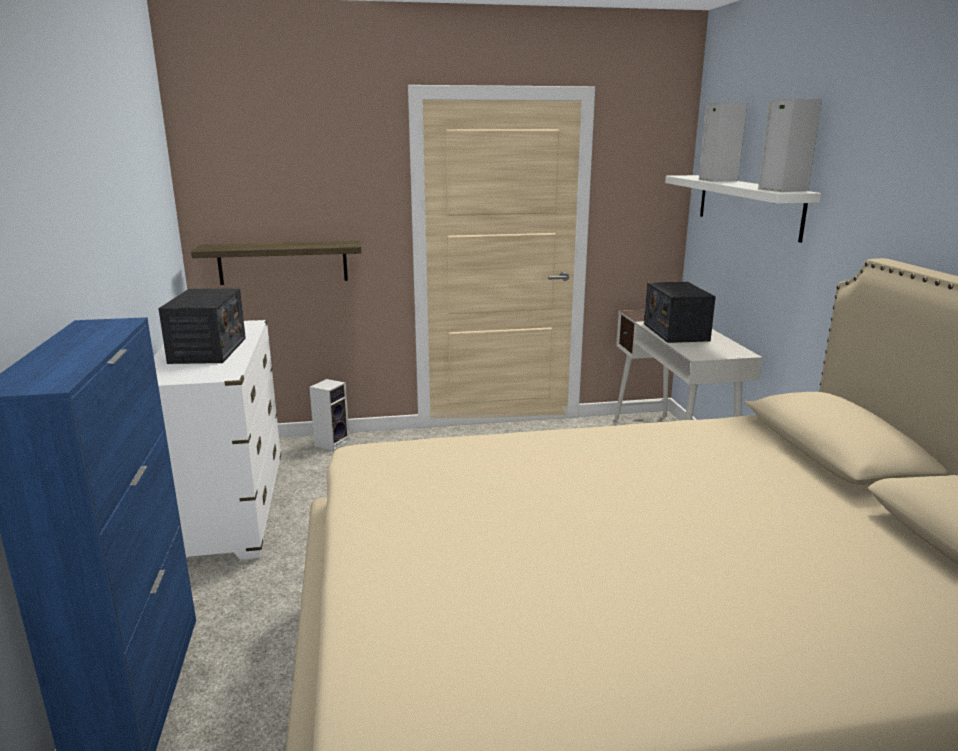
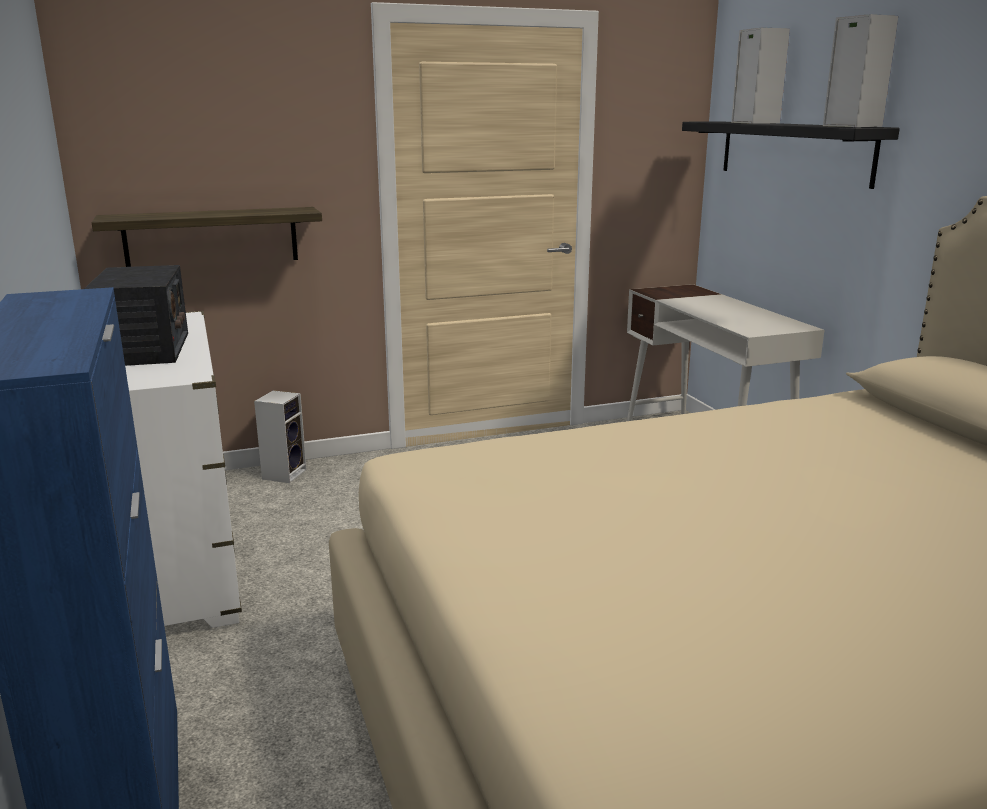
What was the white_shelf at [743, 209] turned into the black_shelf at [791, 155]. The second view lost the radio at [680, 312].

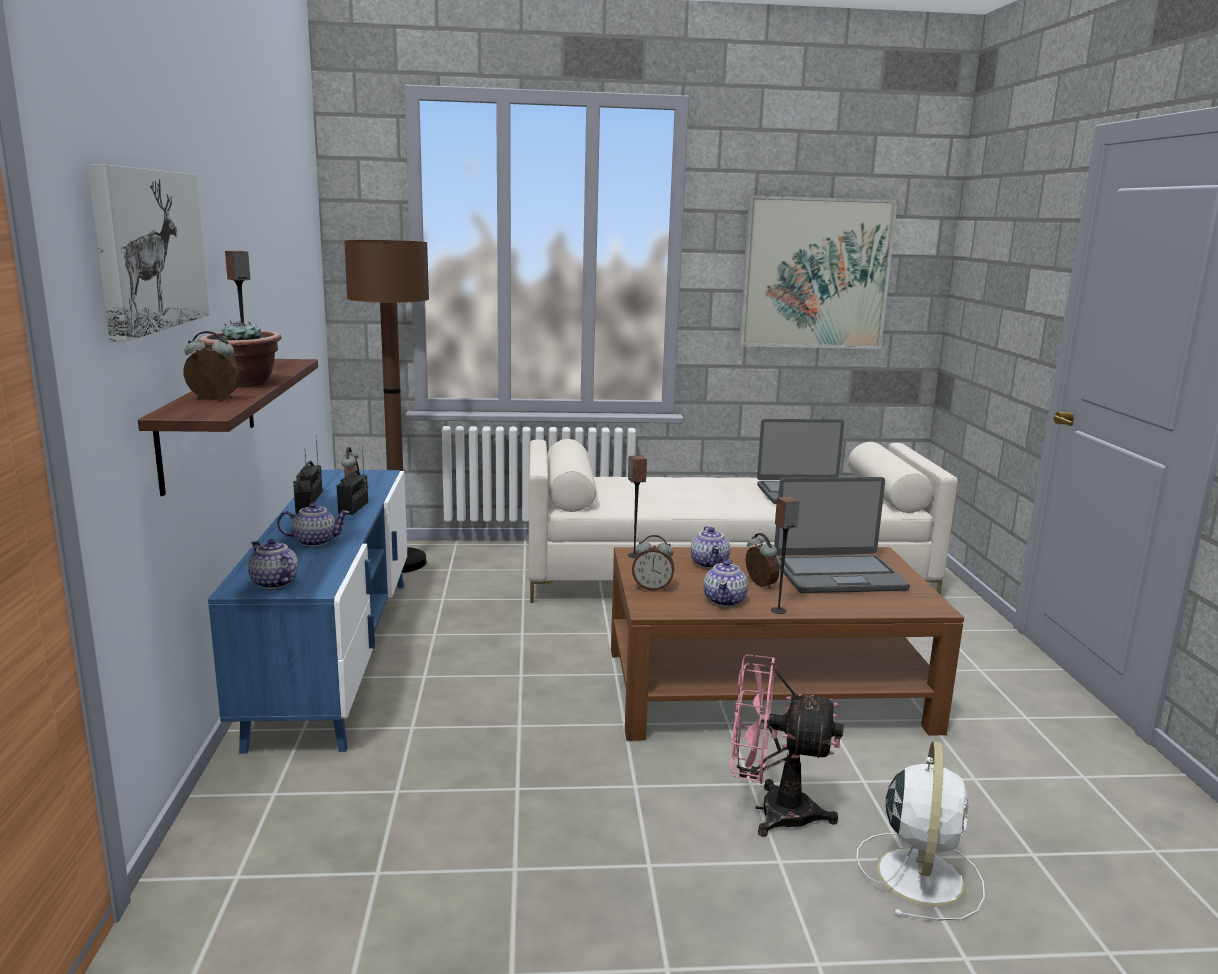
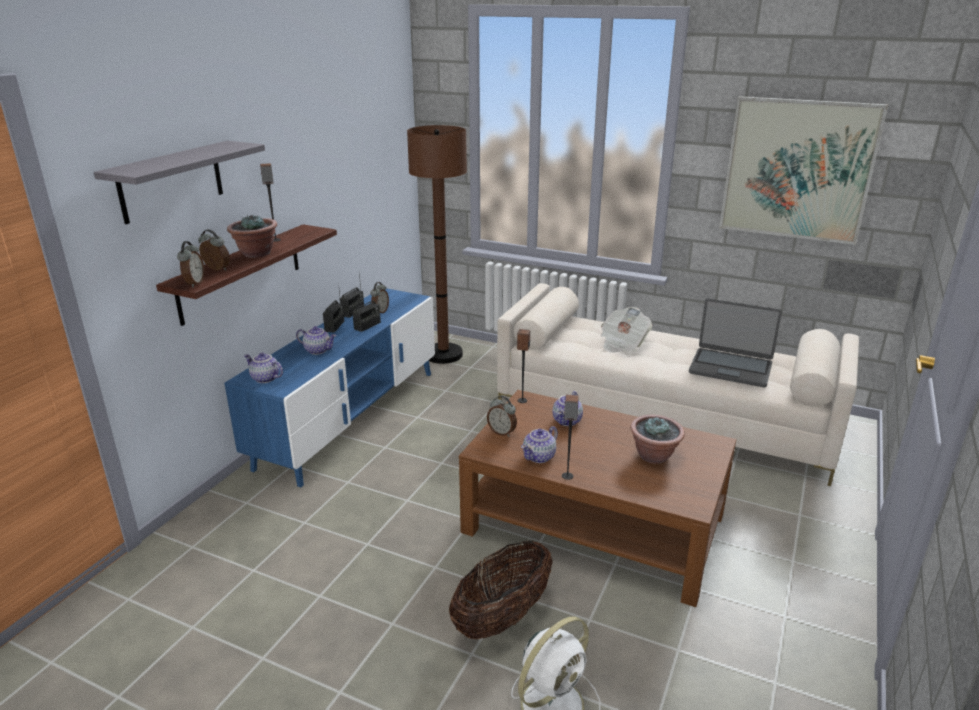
Where the picture hung at [148, 253], the grey_shelf came to hang at [179, 182]. The alarm_clock ended up elsewhere, having gone from [762, 561] to [191, 264]. The teapot at [273, 564] ended up facing another way, 45 degrees counterclockwise from before. Where the pink_fan stood at [787, 745], the basket came to stand at [501, 589]. The second view gained the newspaper at [626, 330]. Where the laptop stood at [842, 535], the potted_plant came to stand at [657, 439].

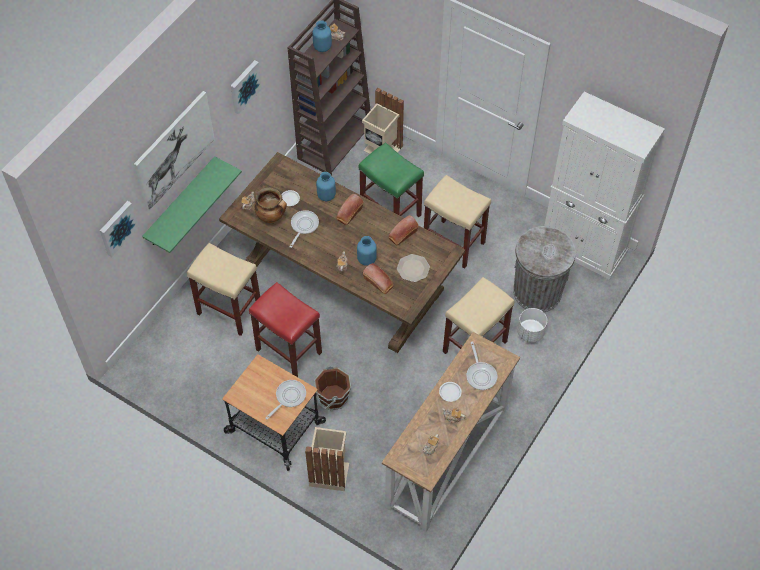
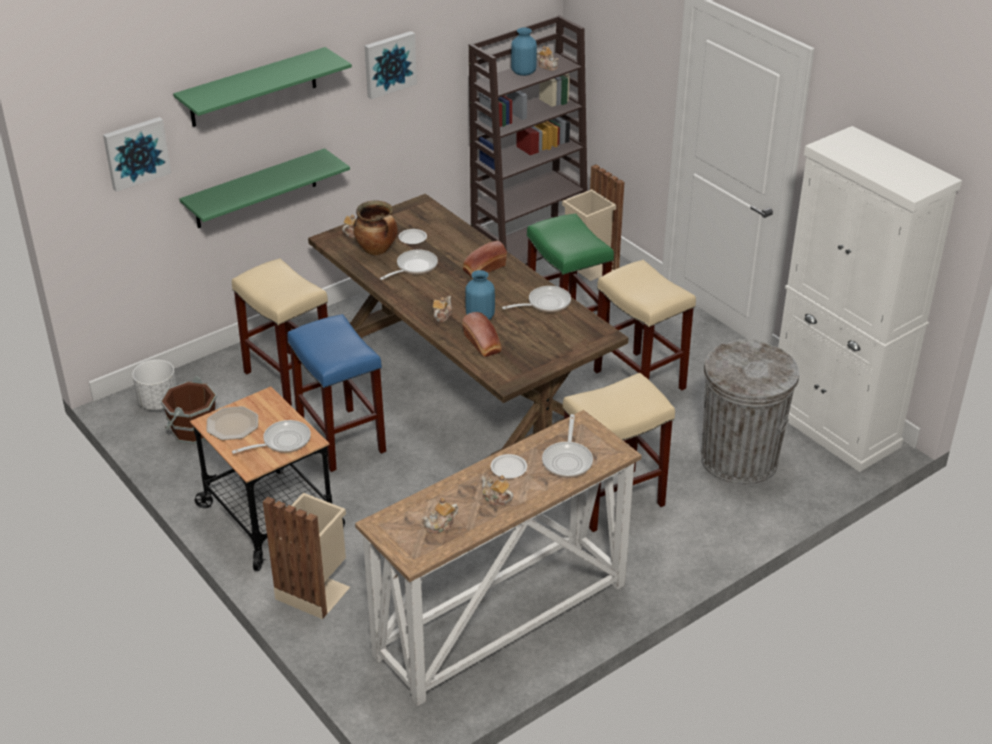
The white_planter ended up elsewhere, having gone from [532, 325] to [155, 385]. The brown_bucket ended up elsewhere, having gone from [332, 388] to [188, 410]. Where the picture hung at [174, 151], the green_shelf came to hang at [262, 87]. The plate ended up elsewhere, having gone from [413, 268] to [232, 423]. What was the red_stool at [285, 329] turned into the blue_stool at [336, 393]. Where the bread stood at [403, 230], the frying_pan came to stand at [536, 299]. The second view lost the blue_vase at [326, 186].

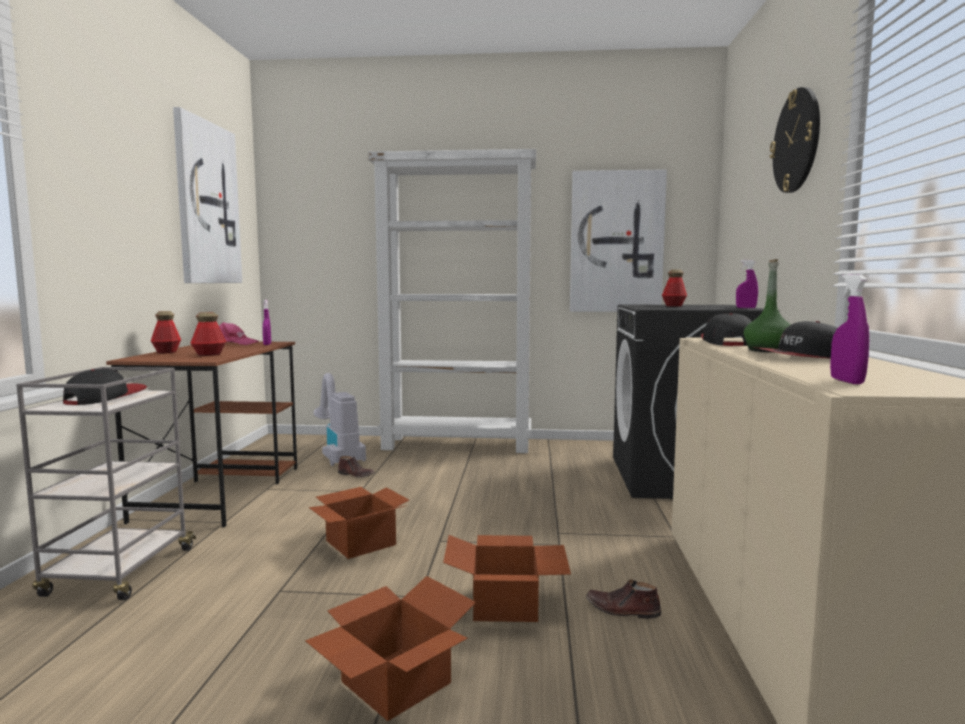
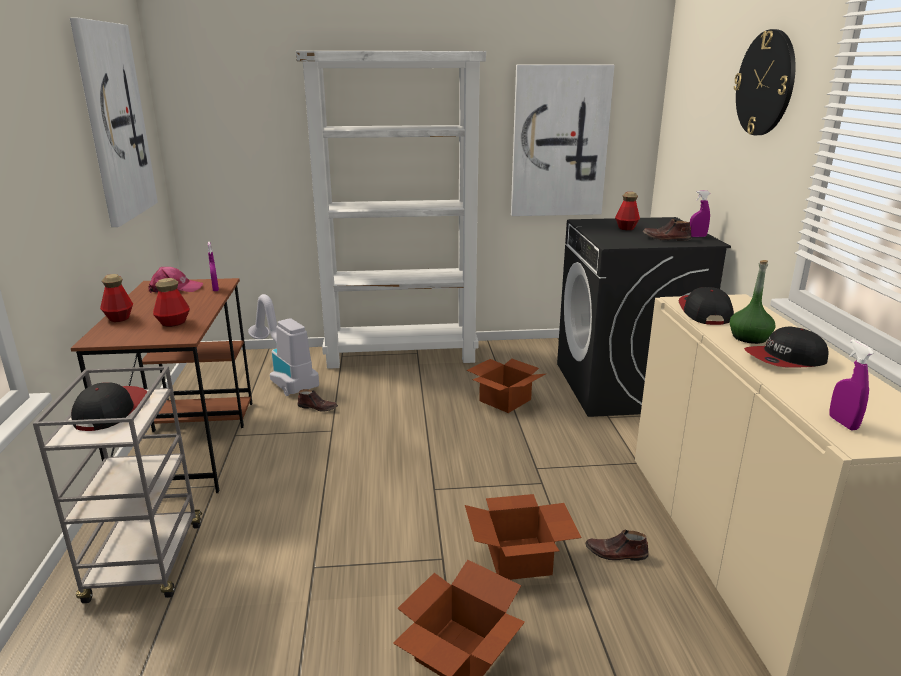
The cardboard_box ended up elsewhere, having gone from [359, 523] to [506, 386]. The second view gained the brown_shoe at [667, 230].

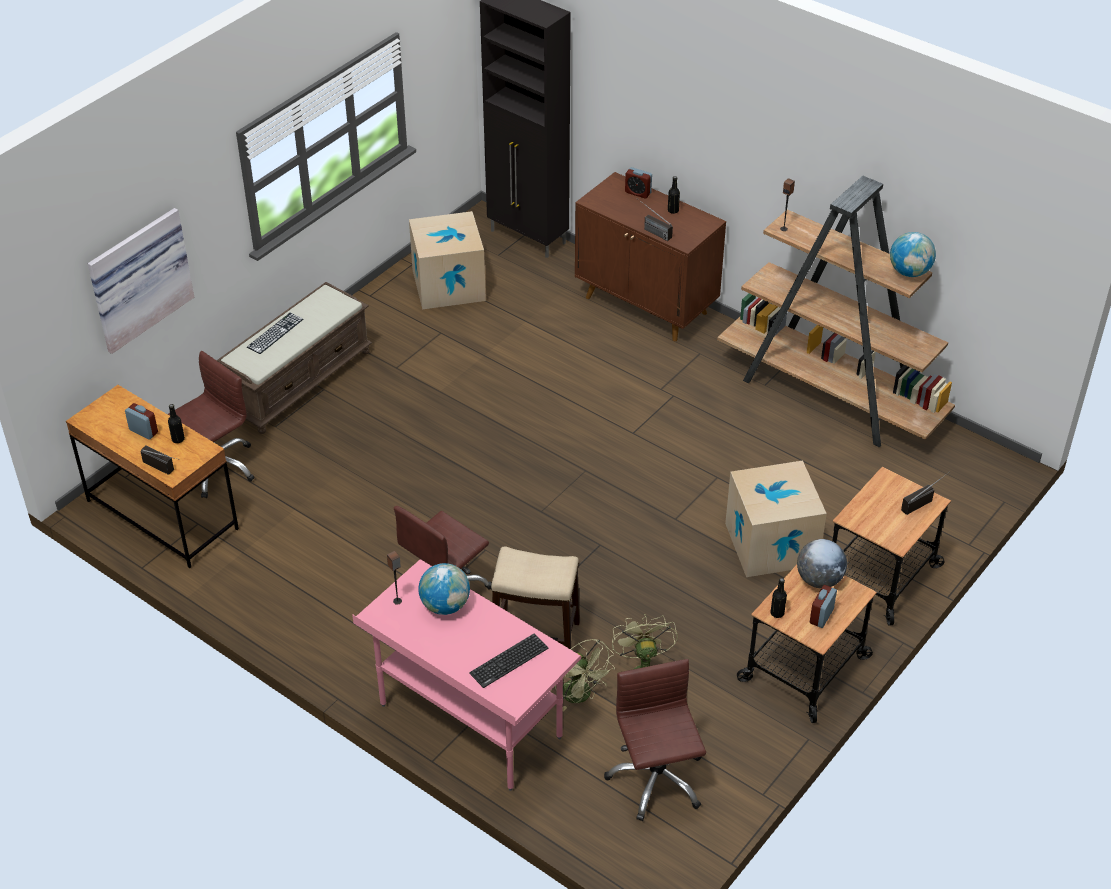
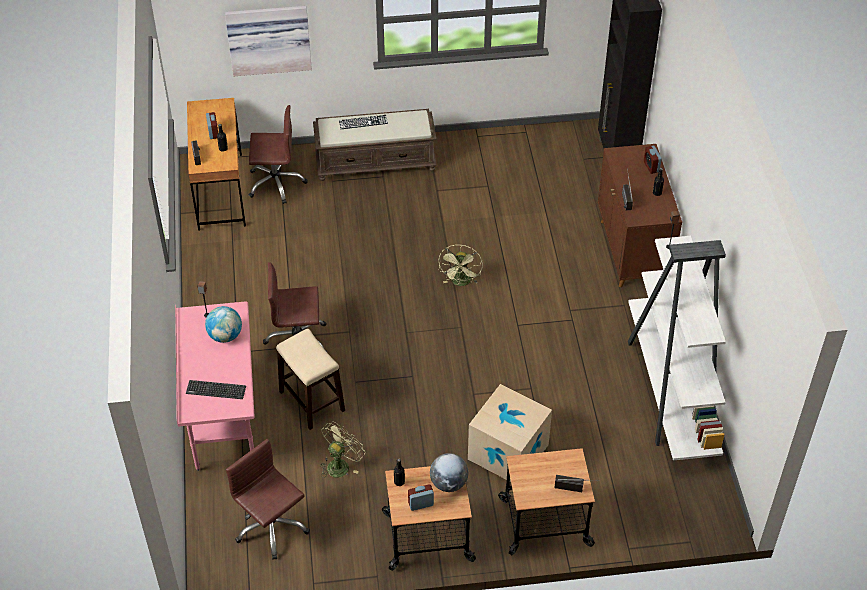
The brown_office_chair at [655, 740] ended up facing another way, 75 degrees counterclockwise from before. The green_fan ended up elsewhere, having gone from [585, 675] to [461, 265]. What was the brown_bookcase at [836, 311] turned into the white_bookcase at [677, 348]. The second view lost the cardboard_box at [447, 260]. The second view lost the globe at [913, 254].

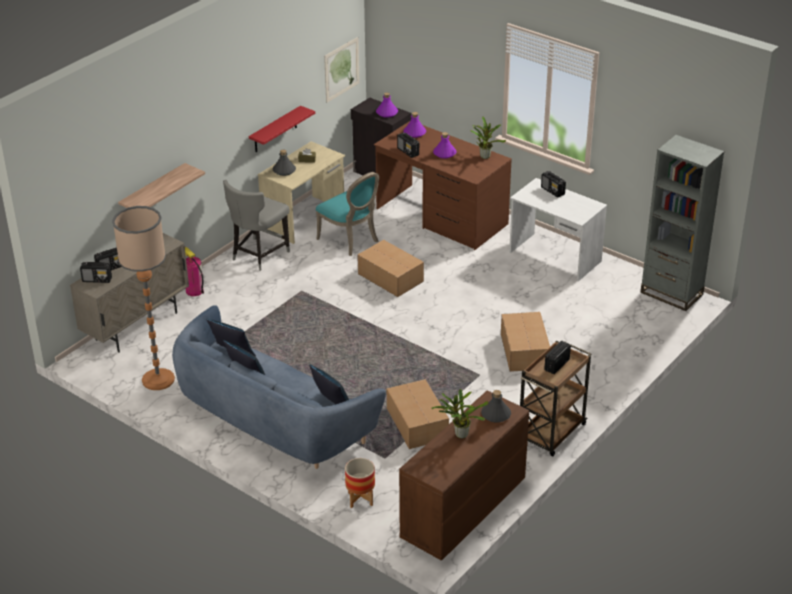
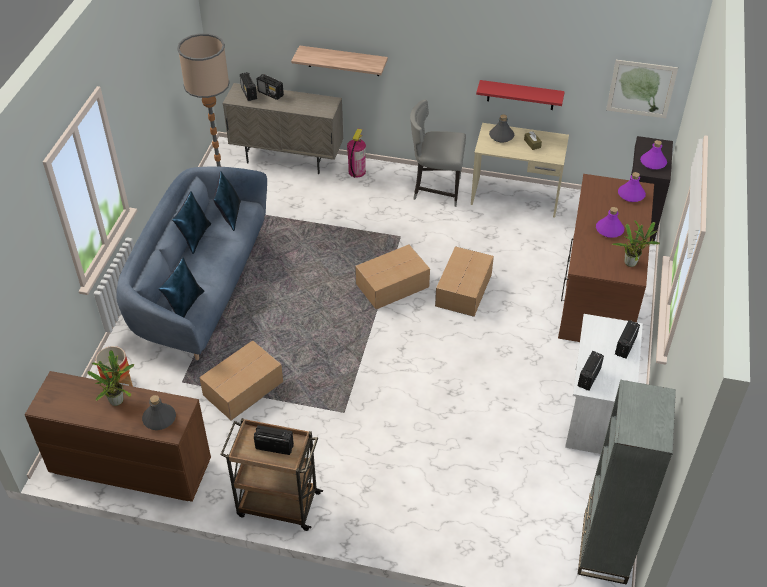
The cardboard_box ended up elsewhere, having gone from [525, 342] to [392, 276]. The radio ended up elsewhere, having gone from [408, 145] to [591, 371]. The second view lost the turquoise_chair at [347, 214].

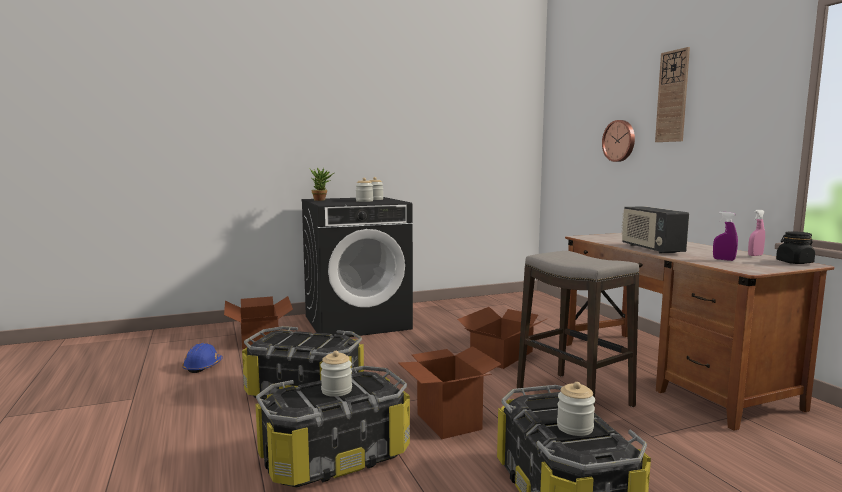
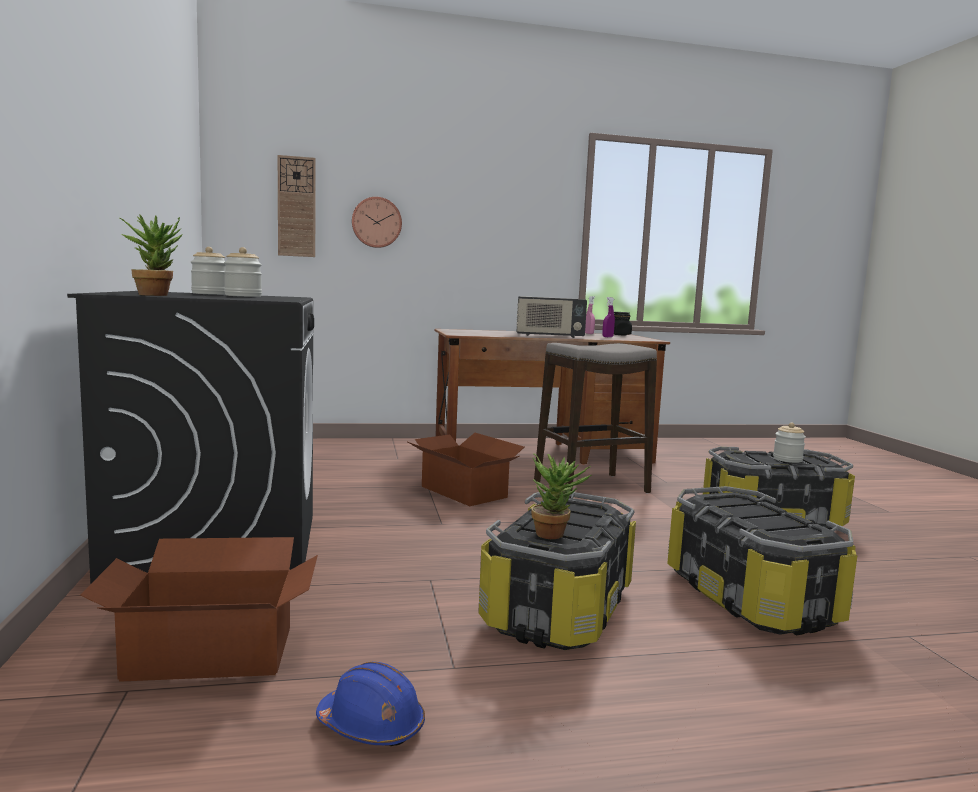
The wall_clock ended up elsewhere, having gone from [672, 94] to [297, 206]. The second view gained the potted_plant at [561, 496]. The second view lost the jar at [336, 374]. The second view lost the cardboard_box at [450, 392].

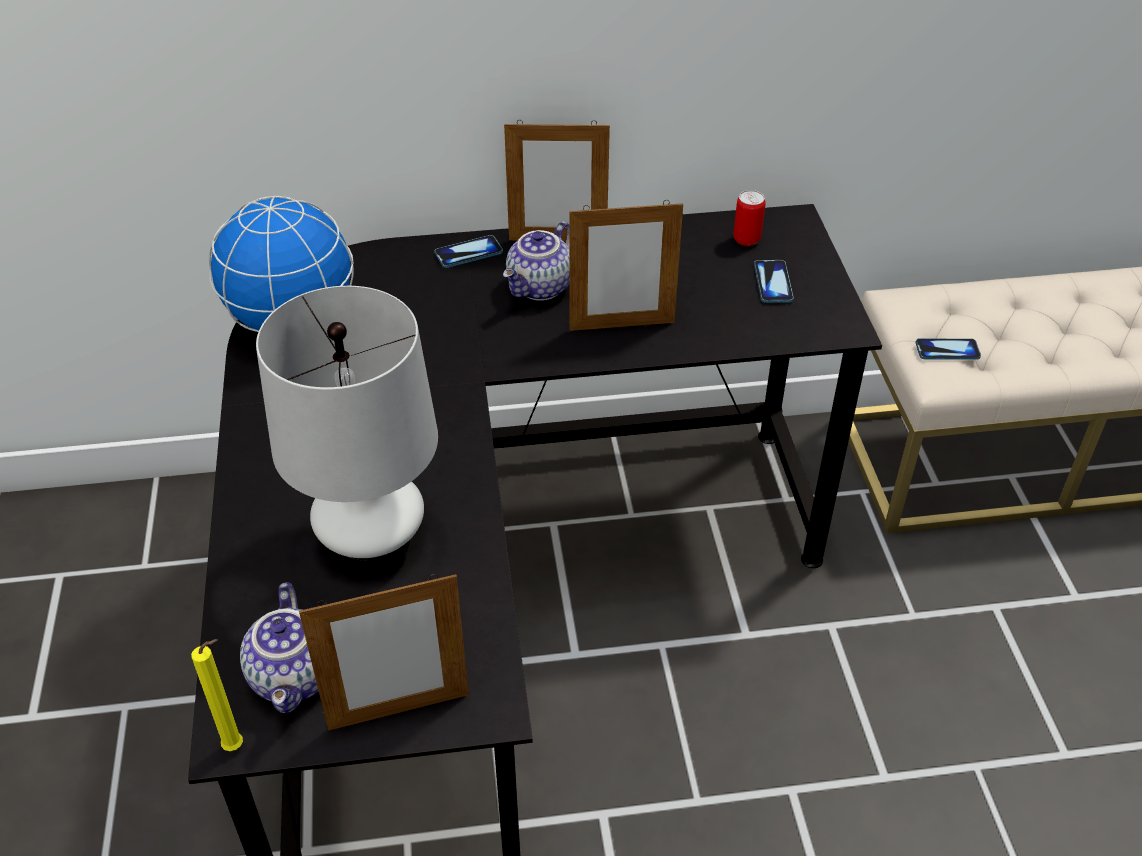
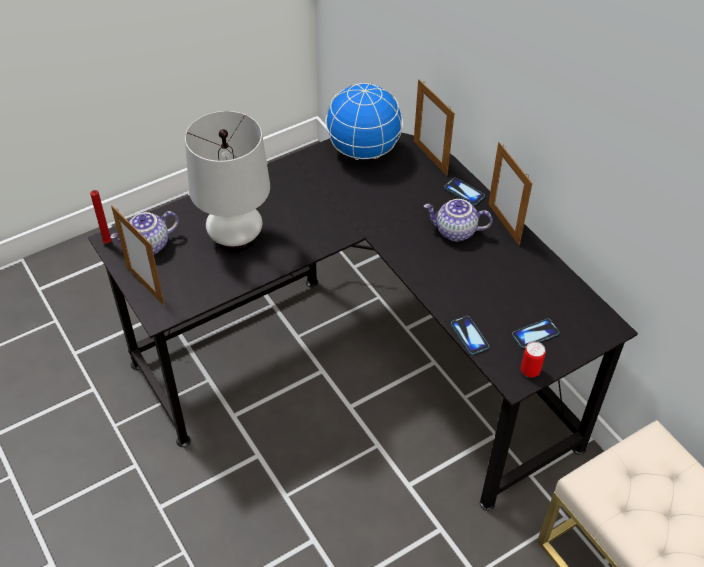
What was the yellow_candle at [217, 695] turned into the red_candle at [101, 216]. The picture_frame ended up elsewhere, having gone from [626, 265] to [434, 127]. The phone ended up elsewhere, having gone from [948, 348] to [470, 335]. The can ended up elsewhere, having gone from [749, 218] to [533, 359].

